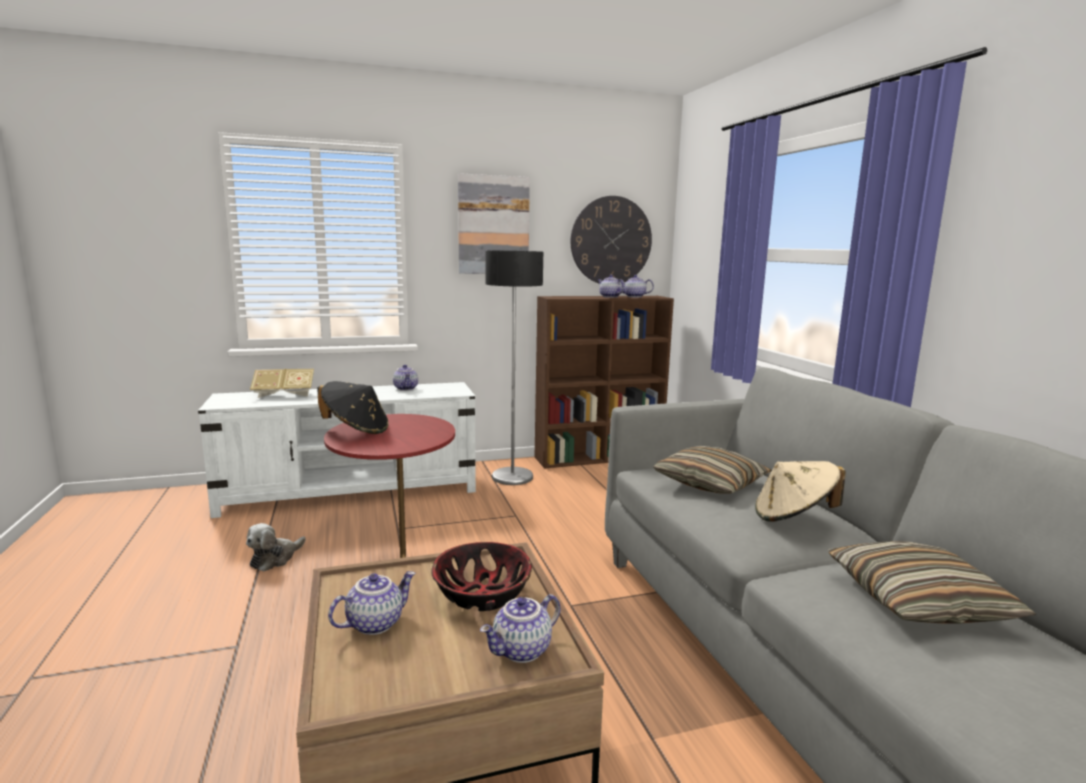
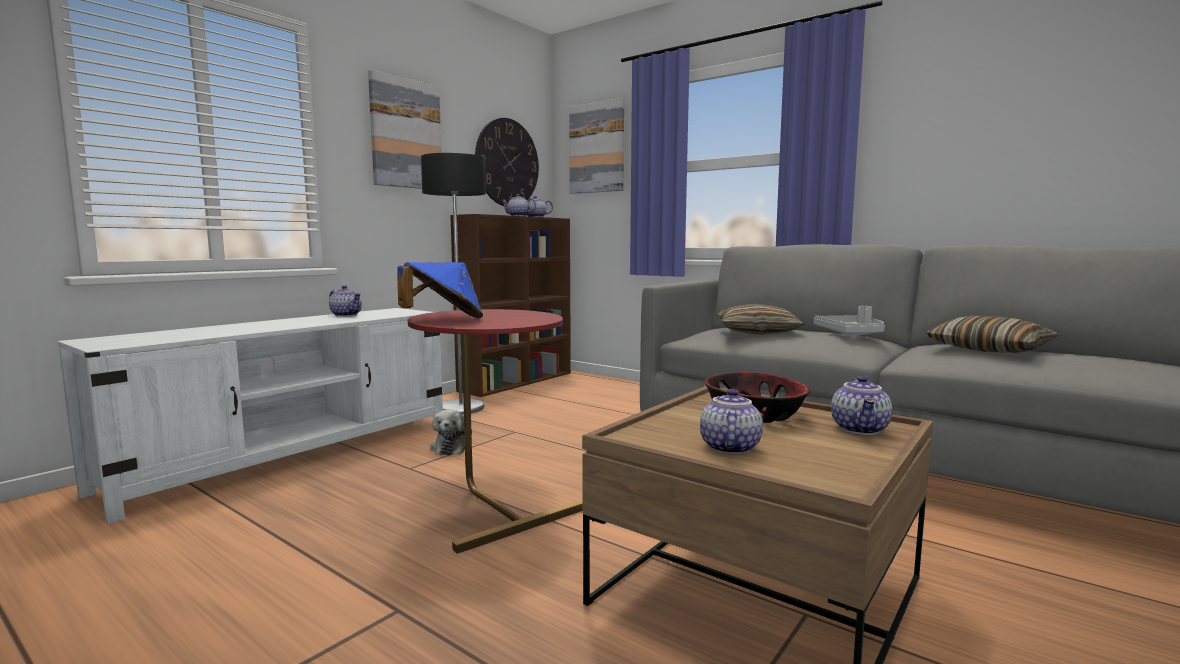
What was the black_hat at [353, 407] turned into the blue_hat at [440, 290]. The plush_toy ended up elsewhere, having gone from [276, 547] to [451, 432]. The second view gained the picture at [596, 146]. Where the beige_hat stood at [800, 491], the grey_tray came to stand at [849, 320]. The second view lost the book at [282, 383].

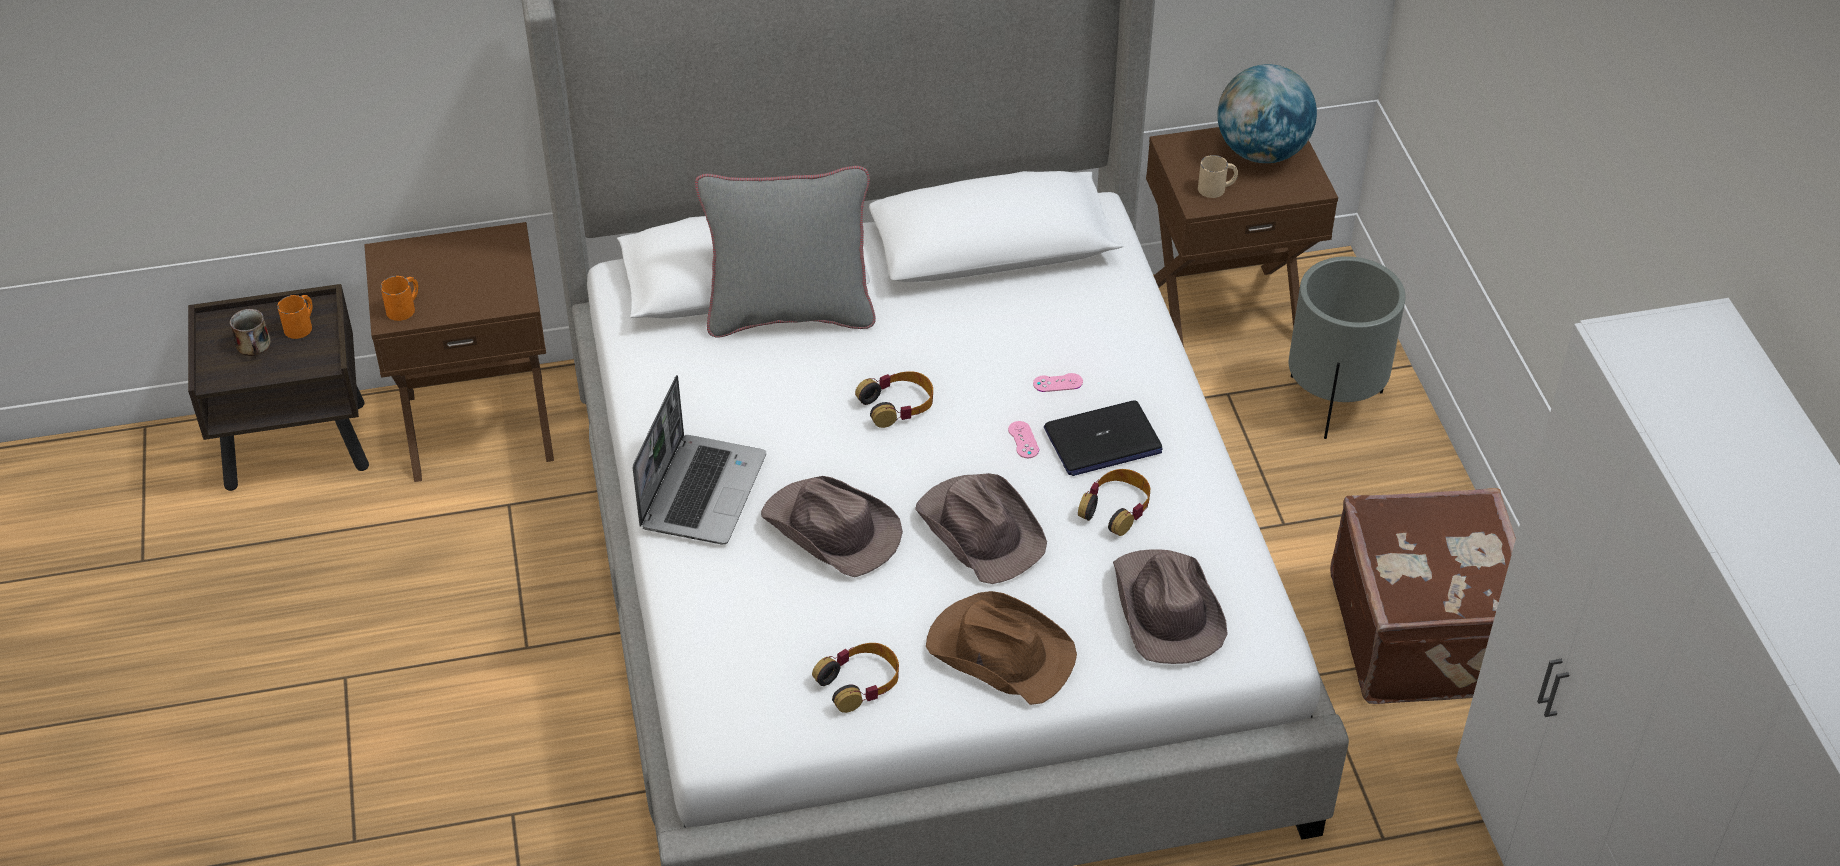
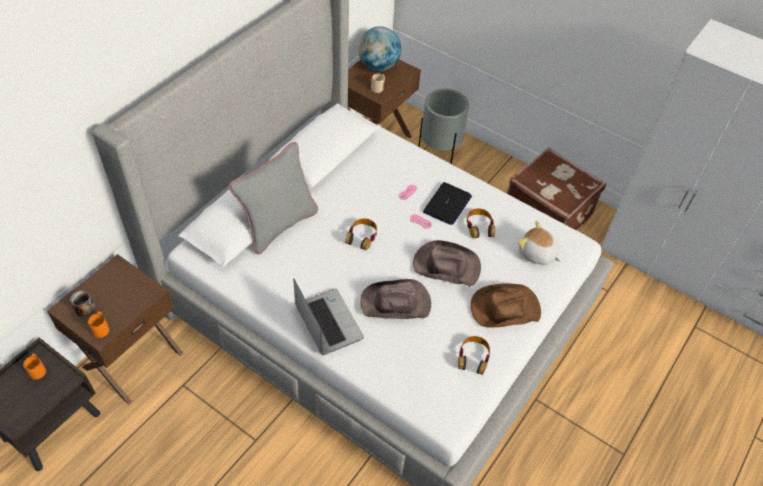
The mug ended up elsewhere, having gone from [250, 332] to [83, 303]. Where the brown_hat stood at [1170, 606], the plush_toy came to stand at [539, 243].

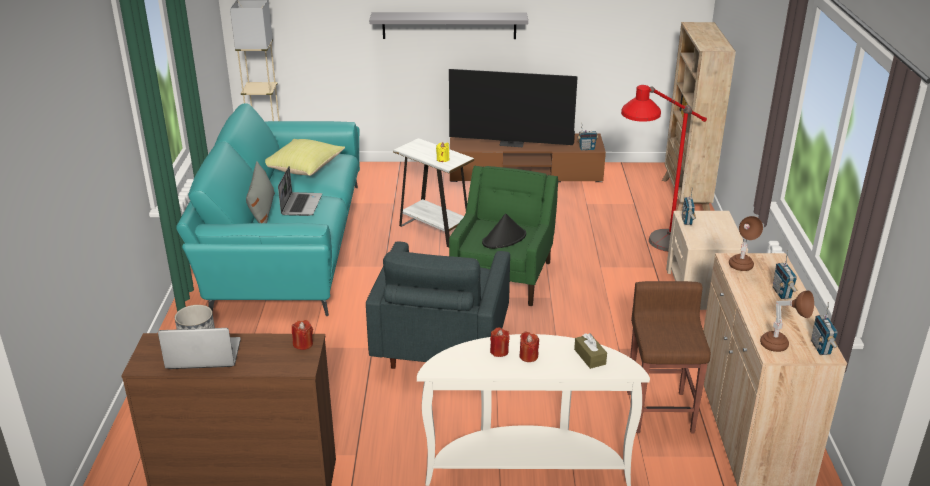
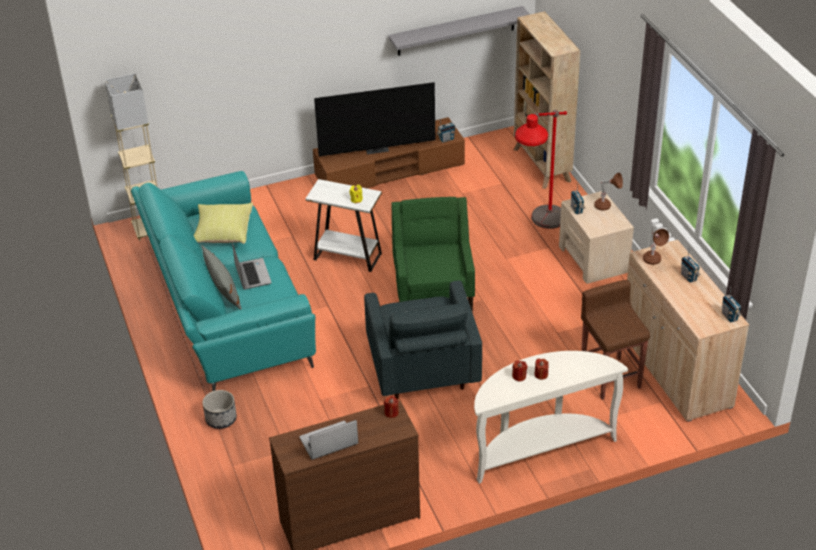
The grey_shelf ended up elsewhere, having gone from [448, 25] to [459, 31]. The brown_table_lamp ended up elsewhere, having gone from [787, 321] to [608, 191]. The second view lost the black_hat at [504, 231]. The second view lost the brown_tissue_box at [590, 351].

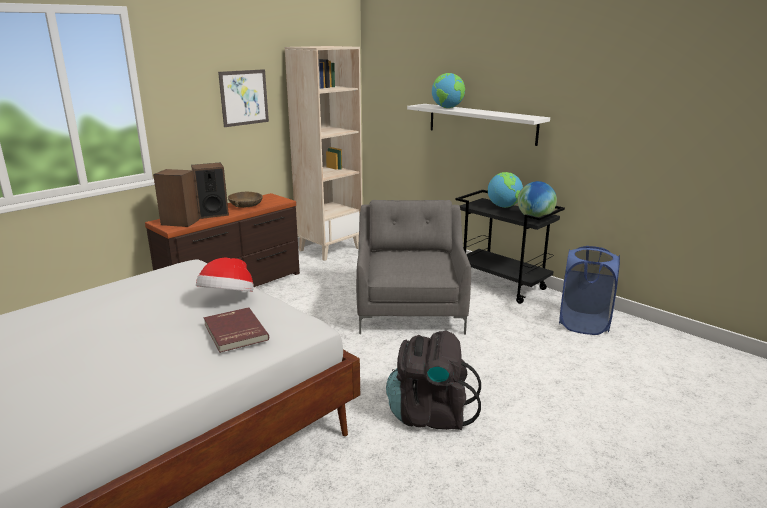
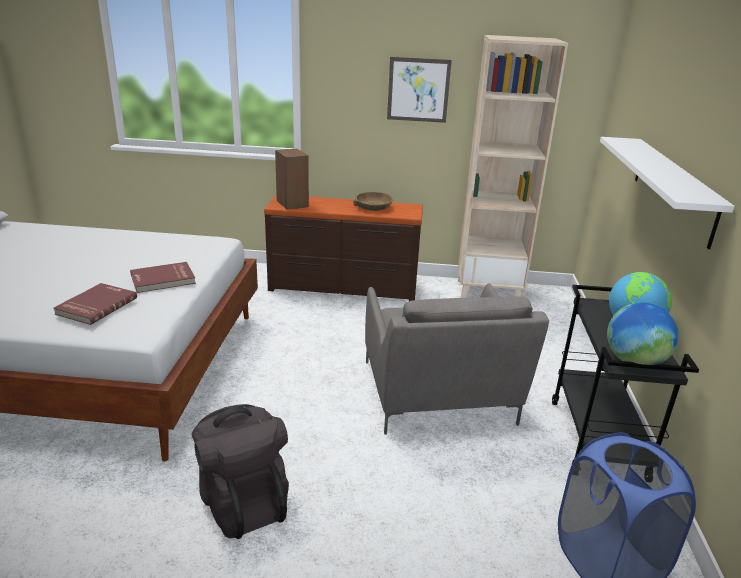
Where the hat stood at [225, 275], the red_book came to stand at [163, 277]. The grey_armchair at [413, 267] ended up facing another way, 120 degrees clockwise from before. The second view lost the speaker at [210, 190]. The second view lost the globe at [448, 90].

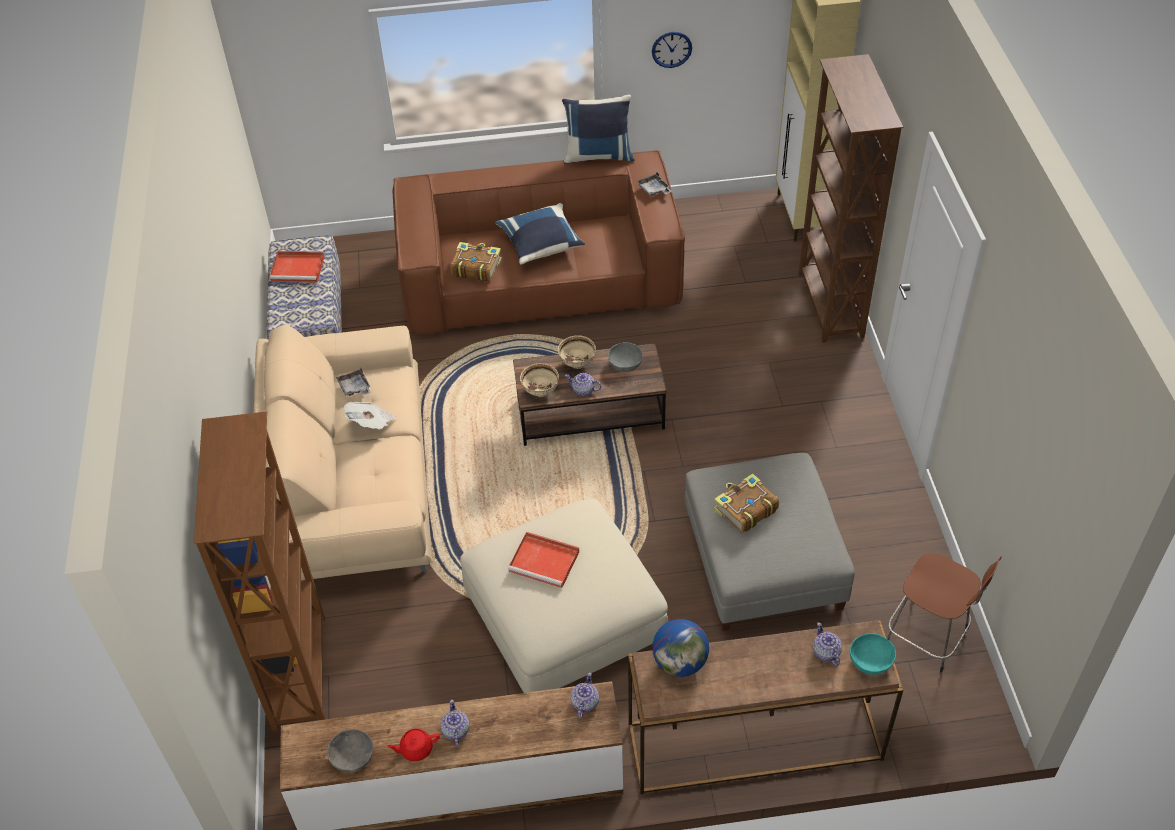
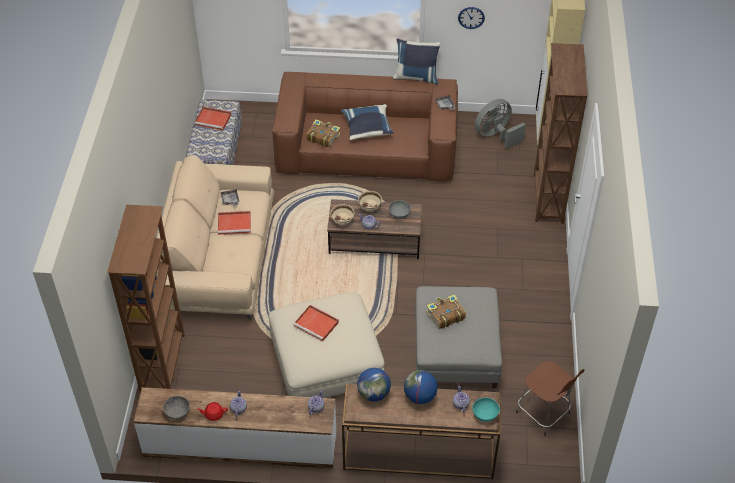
Where the newspaper stood at [370, 416], the red_tray came to stand at [234, 223]. The second view gained the globe at [420, 387]. The second view gained the grey_fan at [500, 124].

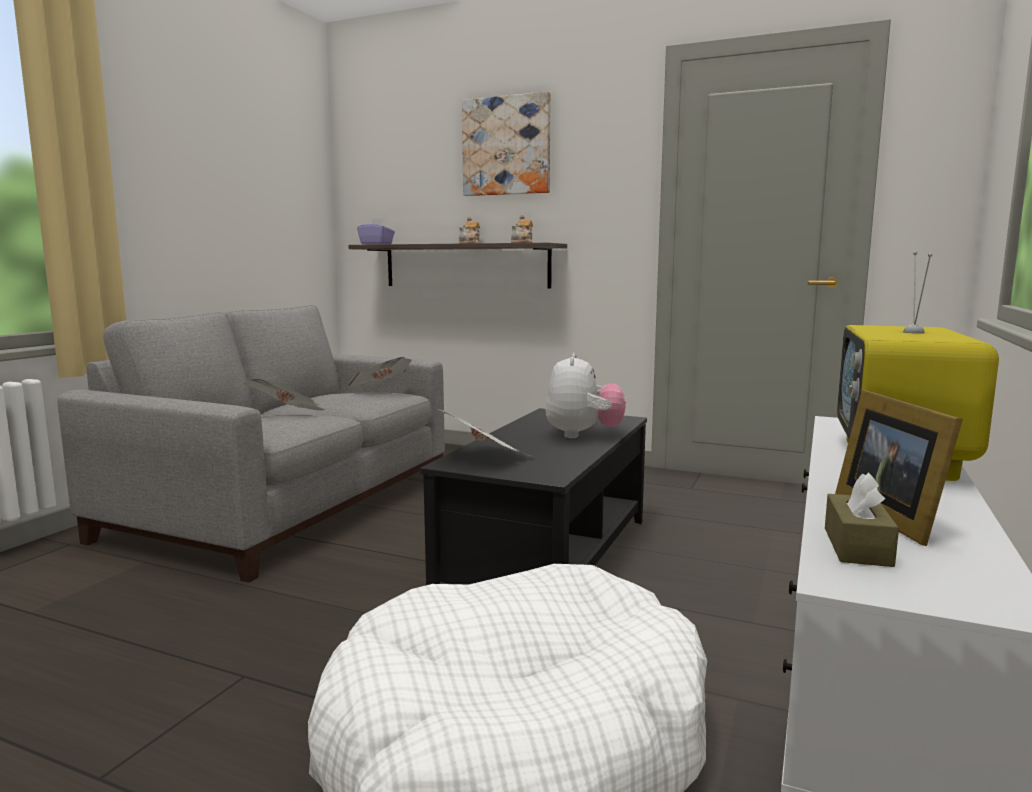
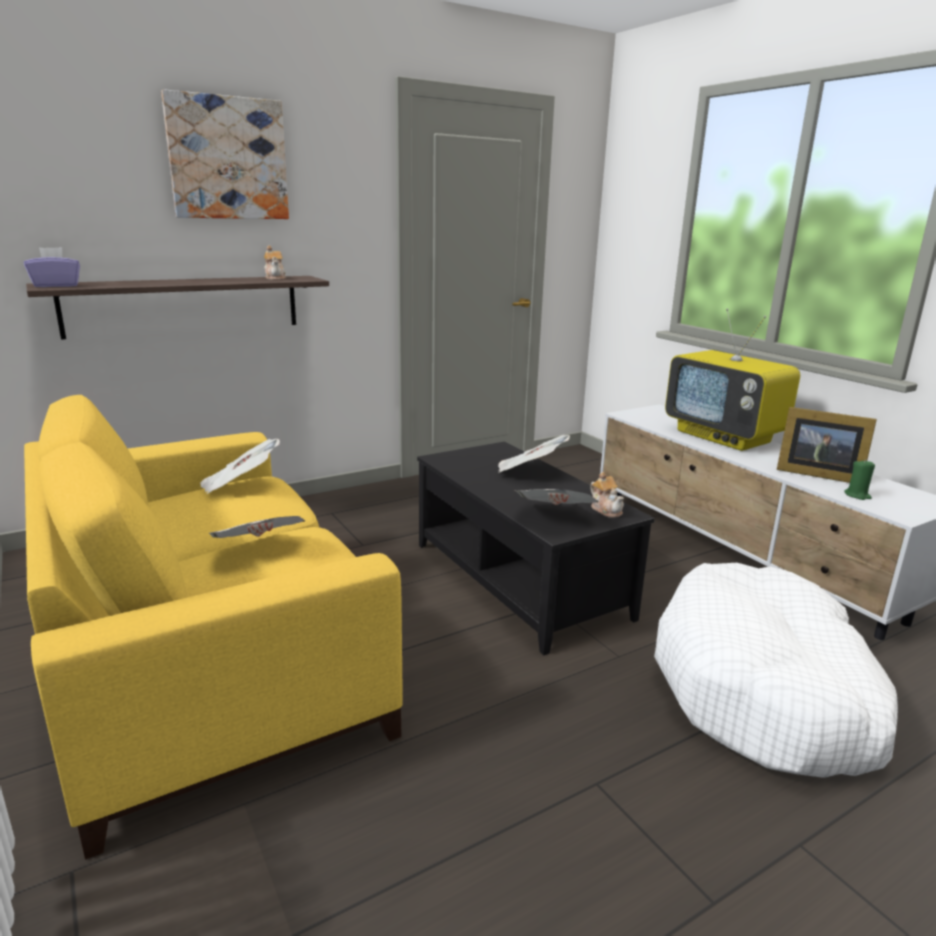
What was the grey_sofa at [251, 444] turned into the yellow_sofa at [213, 627]. Where the plush_toy stood at [585, 395], the newspaper came to stand at [534, 453]. The teapot ended up elsewhere, having gone from [469, 230] to [607, 495]. Where the brown_tissue_box stood at [862, 520], the green_candle came to stand at [859, 479].

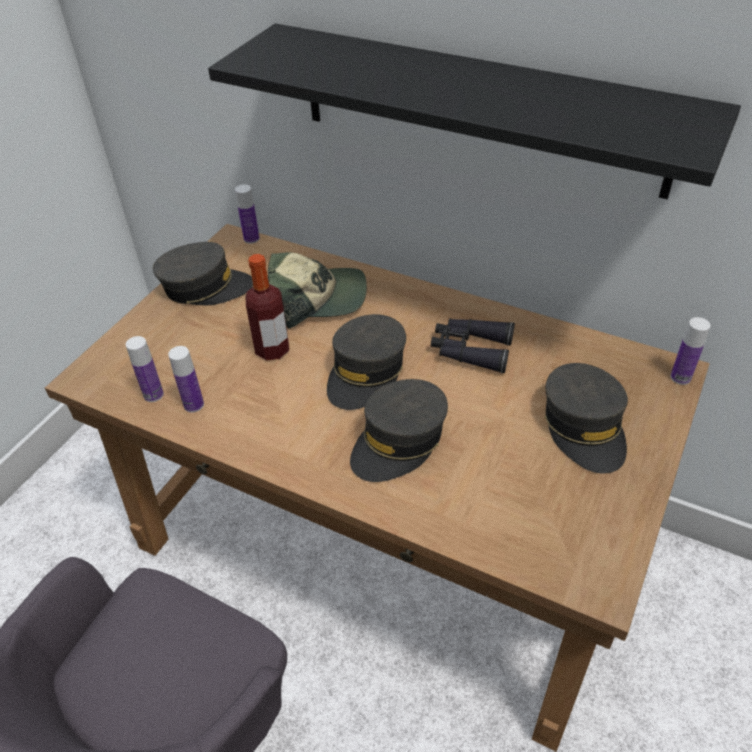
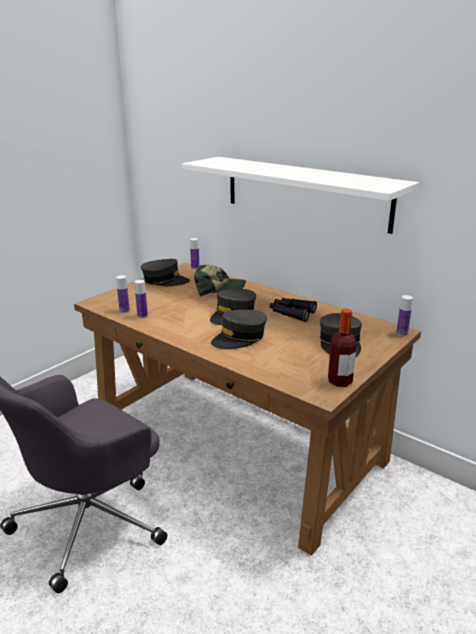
What was the black_shelf at [474, 111] turned into the white_shelf at [300, 195]. The bottle ended up elsewhere, having gone from [267, 307] to [342, 348].

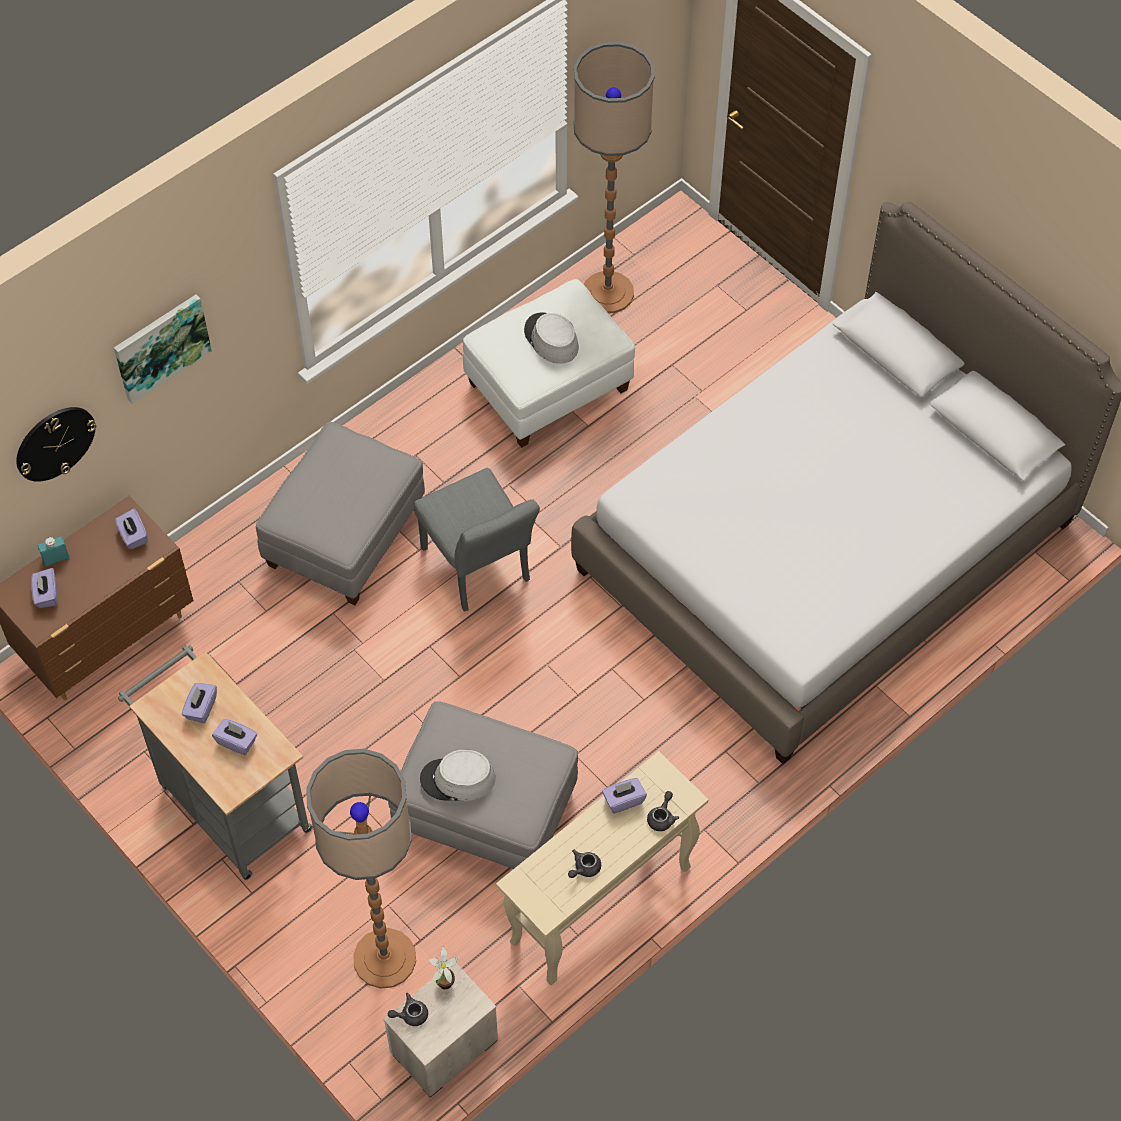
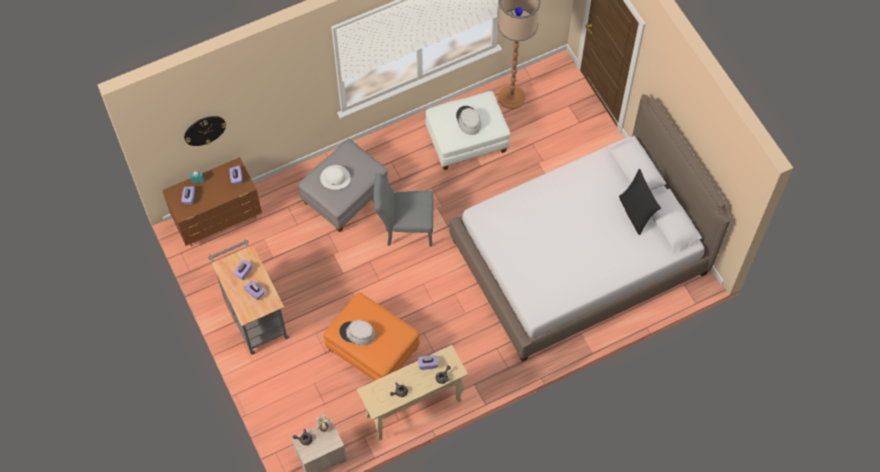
The second view gained the white_hat at [335, 177]. What was the grey_ottoman at [483, 785] turned into the orange_ottoman at [371, 337]. The grey_chair at [477, 540] ended up facing another way, 105 degrees clockwise from before. The second view gained the black_pillow at [640, 202]. The second view lost the picture at [163, 349]. The second view lost the floor_lamp at [361, 869].

